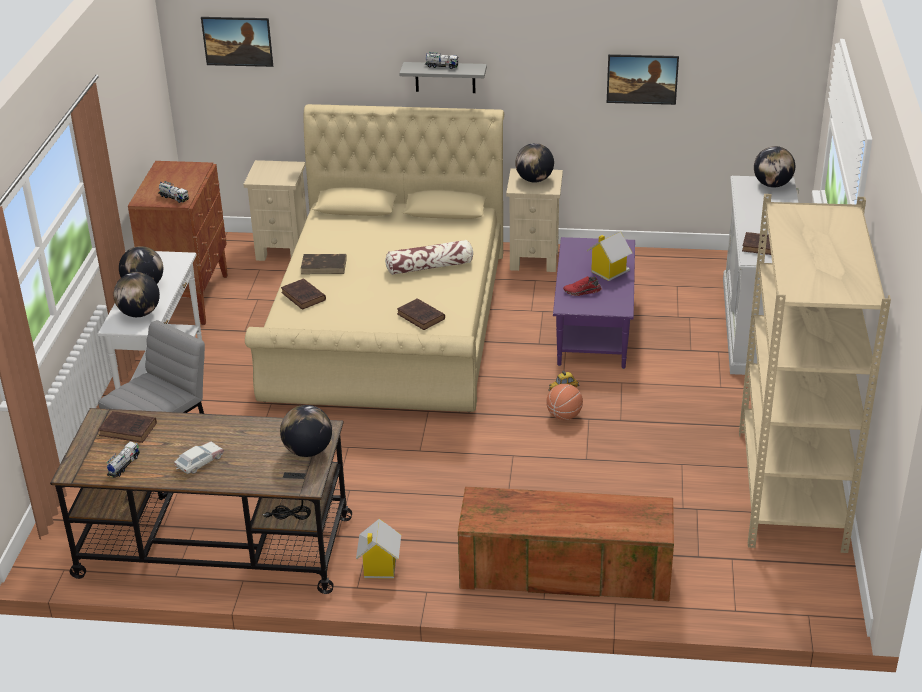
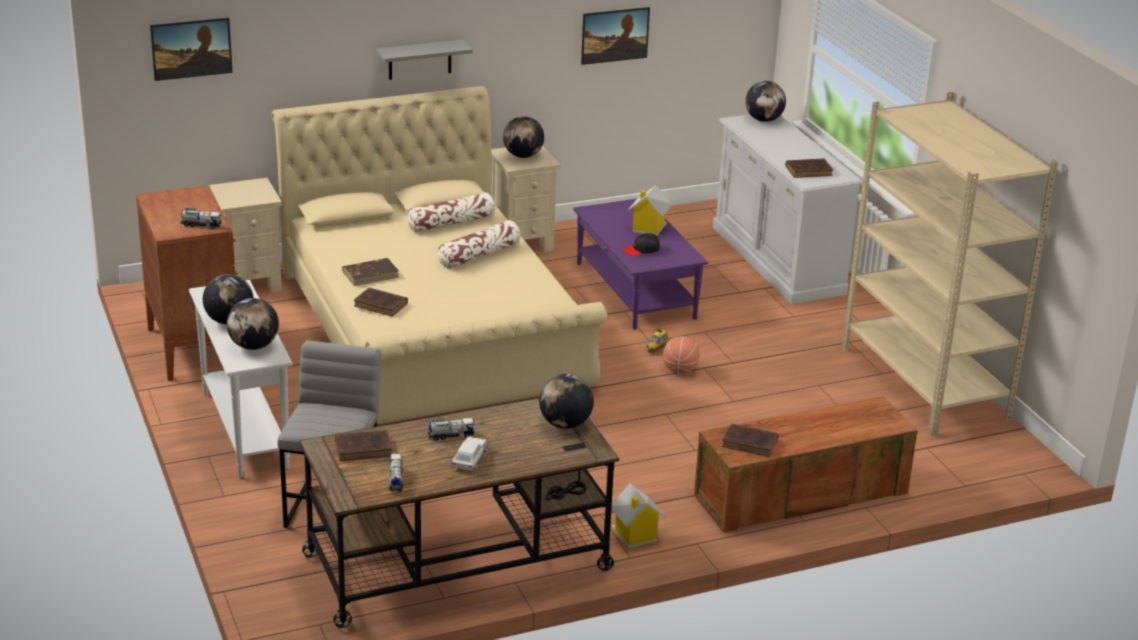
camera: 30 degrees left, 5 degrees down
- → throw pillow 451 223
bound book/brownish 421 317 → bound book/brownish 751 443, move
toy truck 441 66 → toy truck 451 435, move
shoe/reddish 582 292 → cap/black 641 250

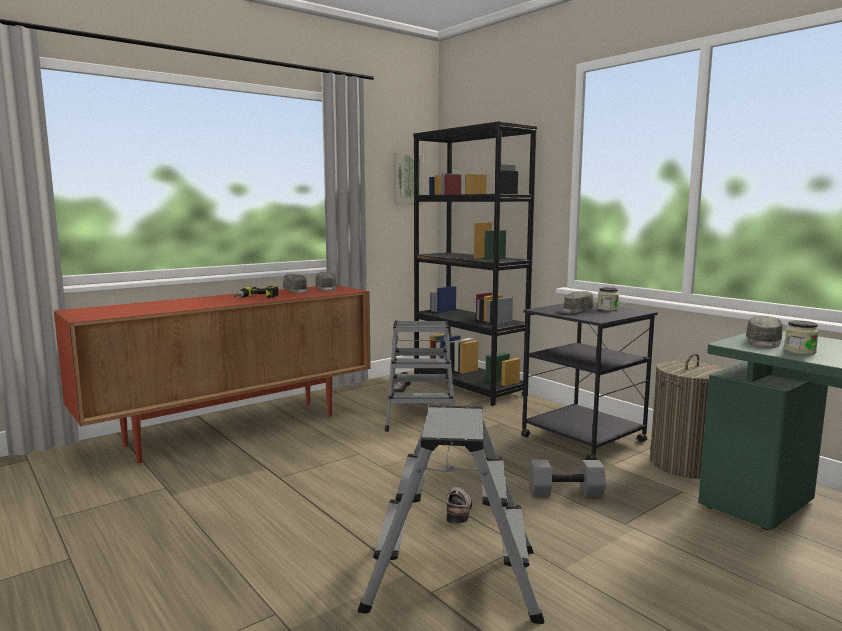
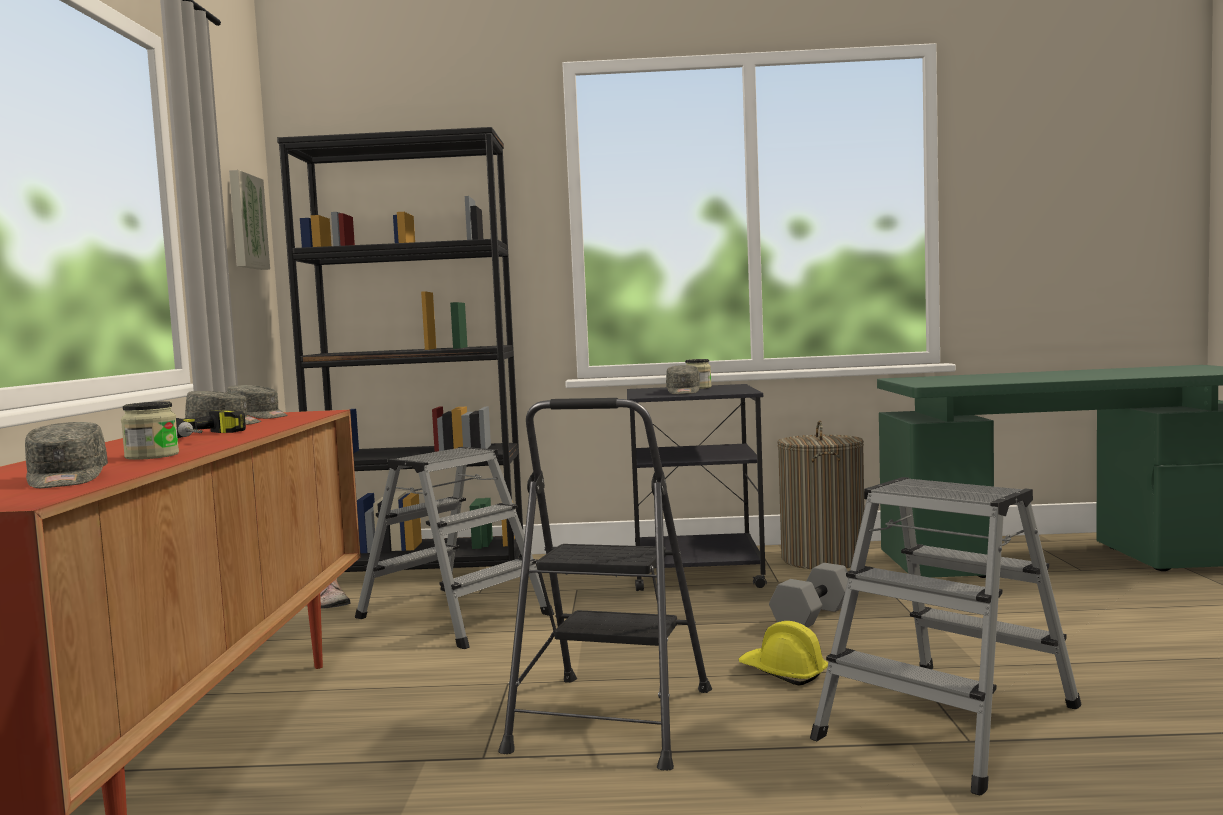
camera: 50 degrees left, 5 degrees down
- → step ladder/black 609 721
cap/gray 763 343 → cap/gray 66 479, move
storage jar 799 351 → storage jar 152 456, move
shoe 459 510 → work helmet/yellow-coloured 783 673

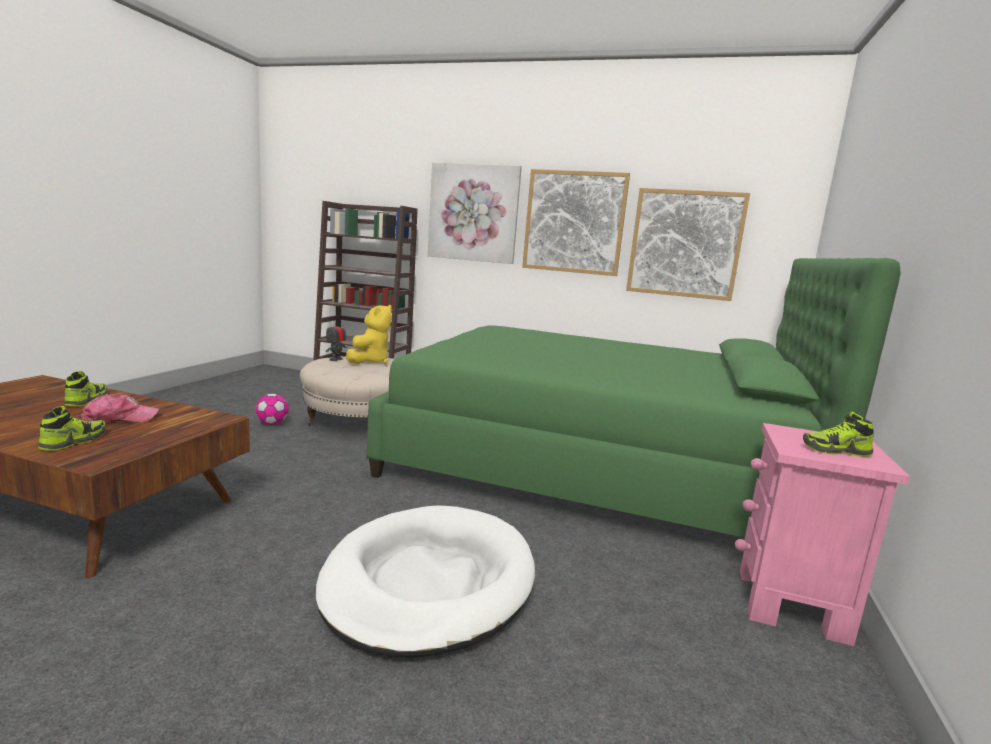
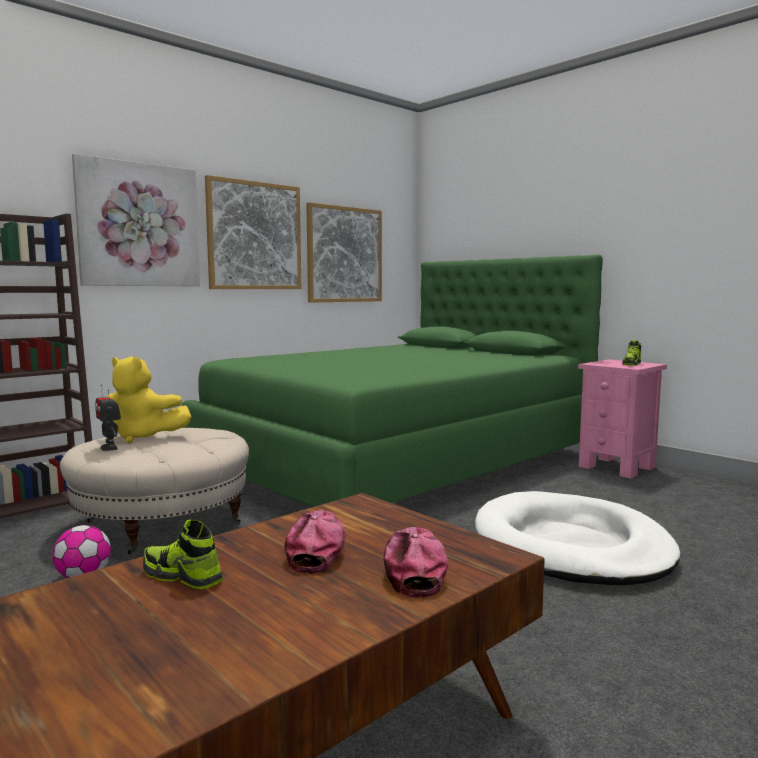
camera: 60 degrees left, 5 degrees down
shoe 74 441 → cap 412 571
cuddly toy/yellow-coloured 369 361 → cuddly toy/yellow-coloured 144 437, 150 degrees clockwise

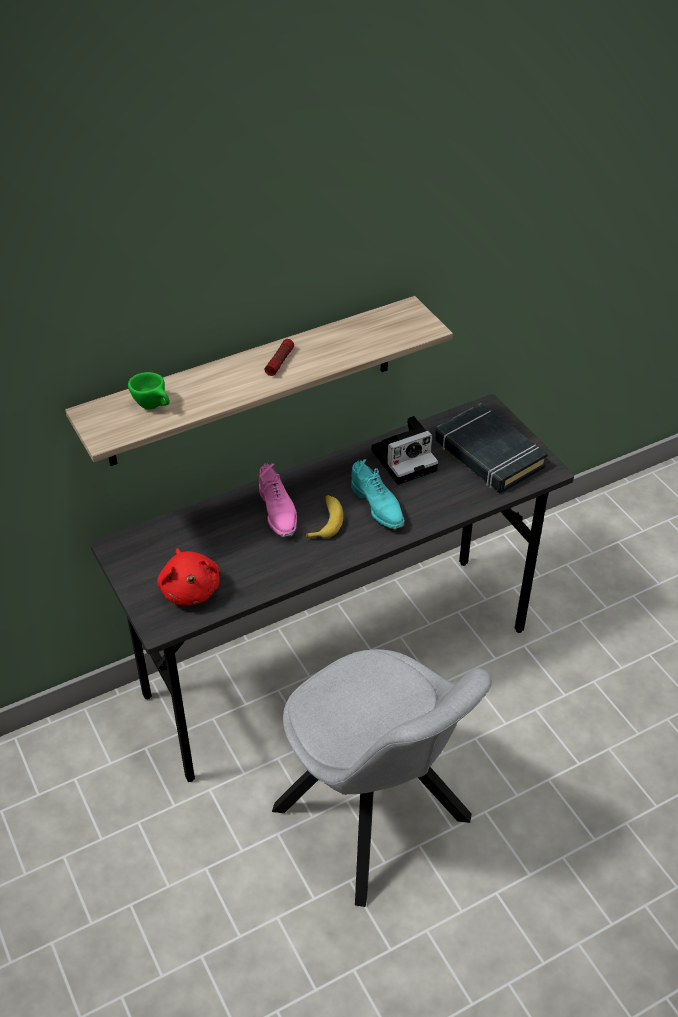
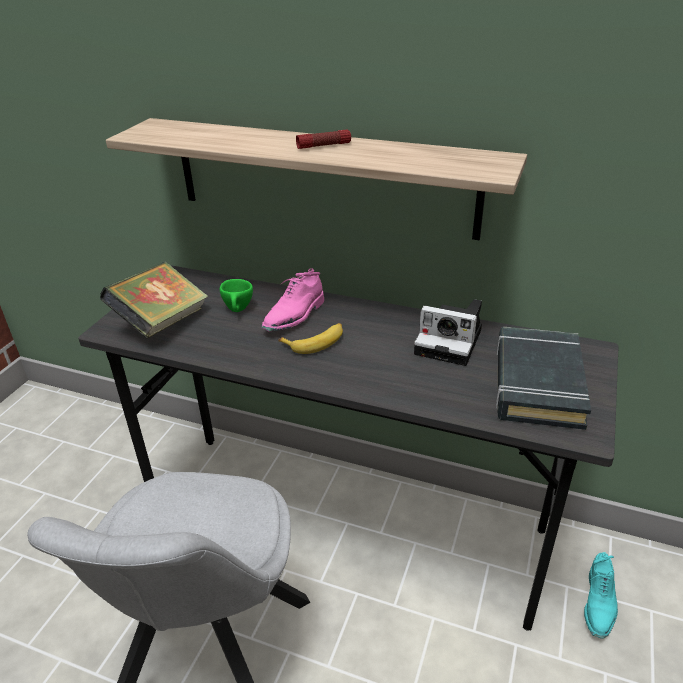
camera: 50 degrees right, 10 degrees down
drinking cup/green-coloured 154 406 → drinking cup/green-coloured 238 311, move
shoe/turquoise 378 506 → shoe/turquoise 599 604, move
cuddly toy/reddish 190 589 → bound book 162 322

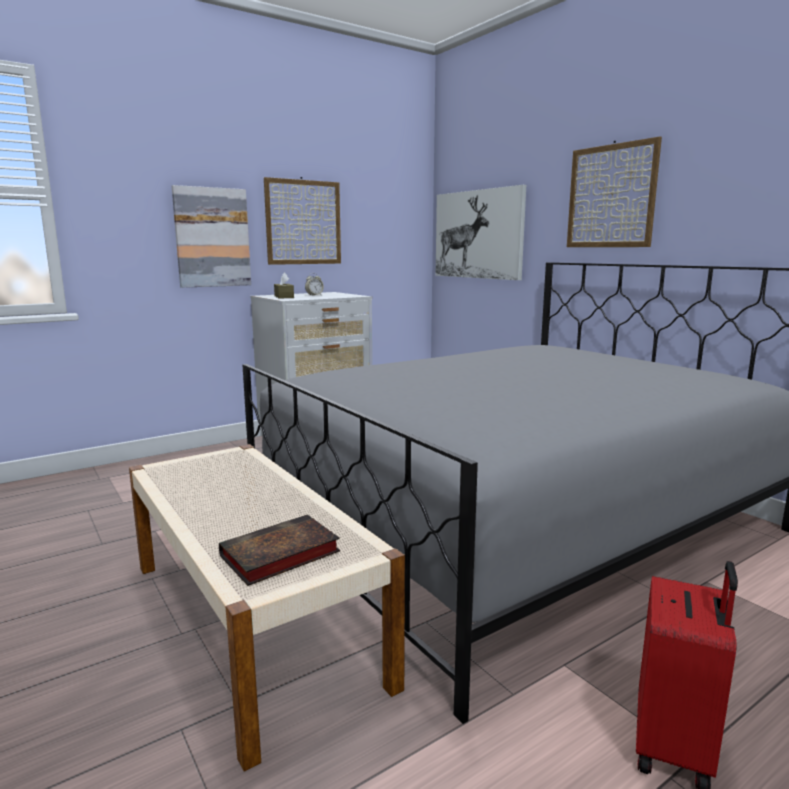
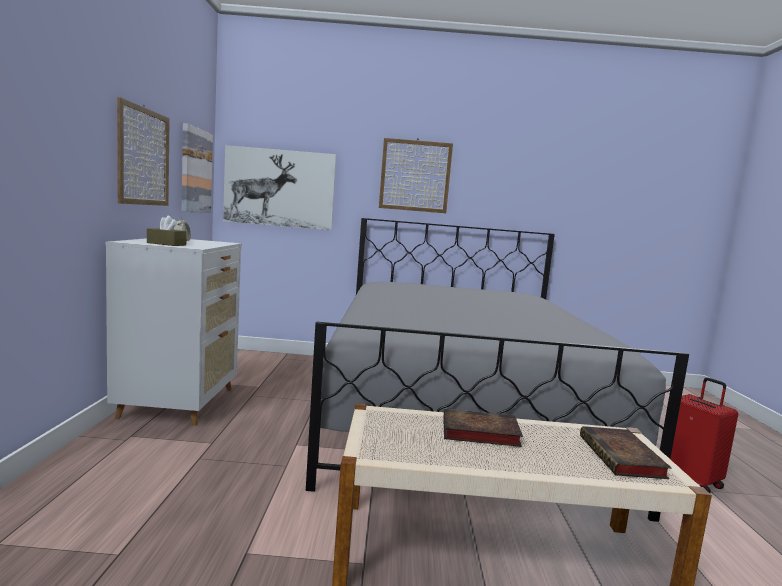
camera: 55 degrees left, 5 degrees down
- → bound book 478 432
wall art 212 237 → wall art 195 170, move

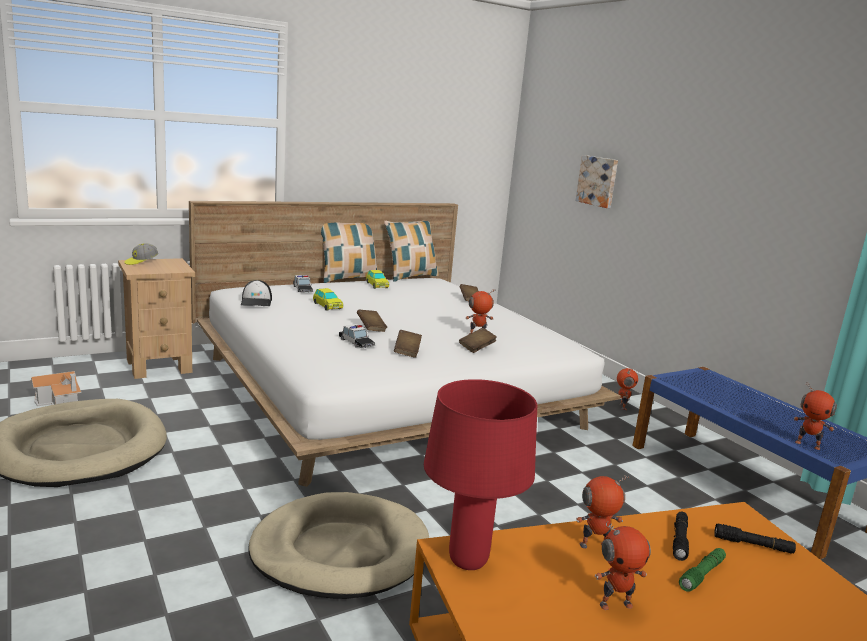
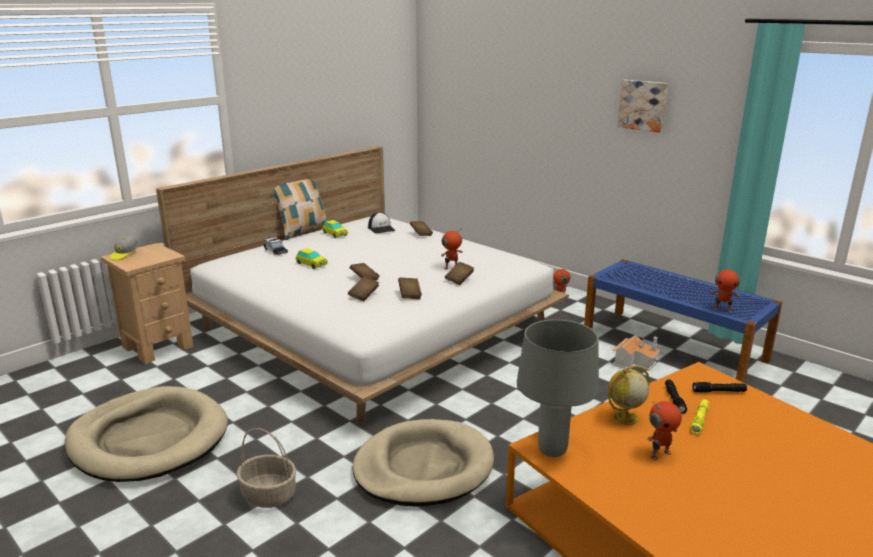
camera: 15 degrees left, 5 degrees up
throw pillow 410 277 → -
- → household basket 268 495
model house 60 401 → model house 634 362, move
cap 256 301 → cap 381 229, move
wall art 598 181 → wall art 643 105, move
toy car 356 343 → bound book/brownish 364 295
robot figure 594 546 → world globe 625 418
tabletop lamp/reddish 467 561 → tabletop lamp/gray 552 451
flashlight/green-coloured 702 574 → flashlight/yellow-coloured 699 420

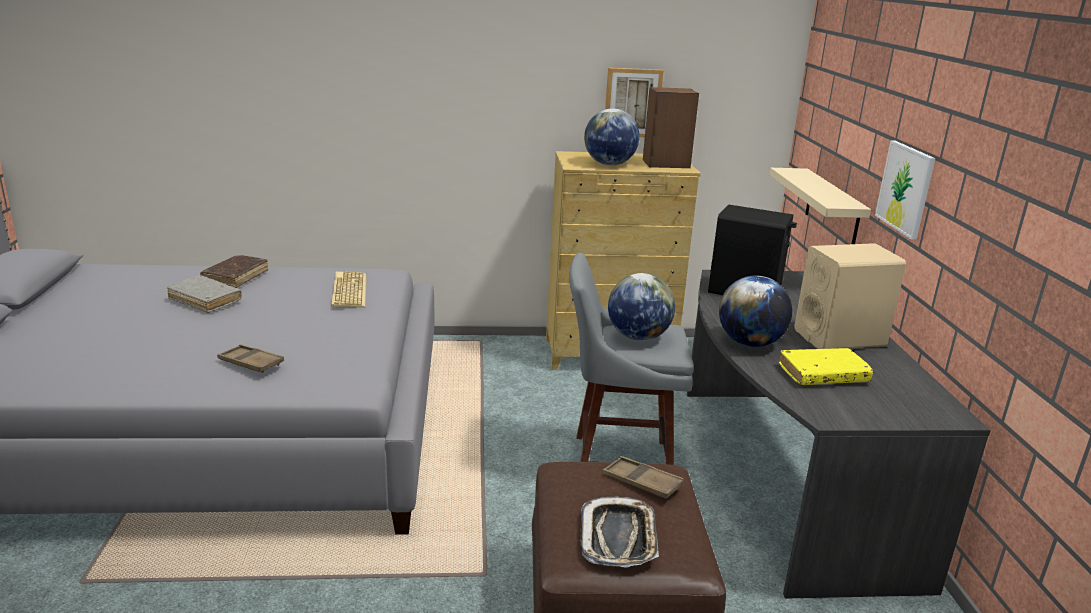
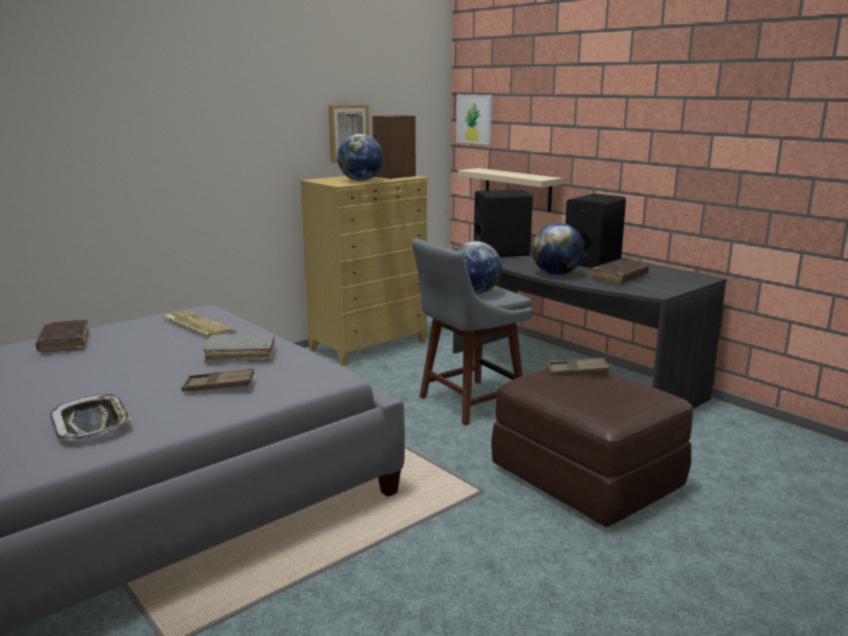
camera: 35 degrees left, 5 degrees down
bound book/gray 205 300 → bound book/gray 240 355, move
tray 619 538 → tray 92 423, move
wall art 905 188 → wall art 474 119, move
bound book/yellow-coloured 823 375 → bound book/brownish 619 278
speaker/beige-coloured 839 338 → speaker/black 592 261

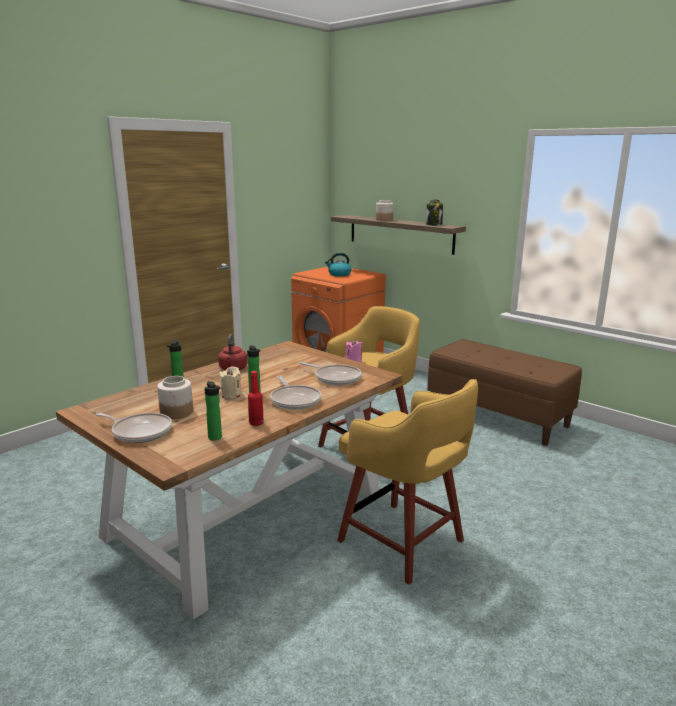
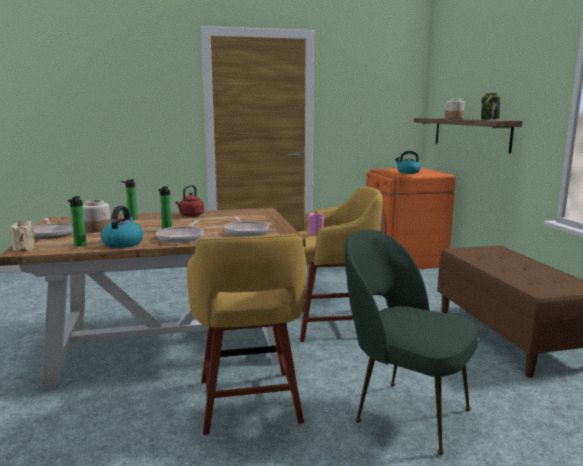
camera: 35 degrees right, 5 degrees down
- → chair/green-coloured 404 412
wax light/beige-coloured 231 395 → wax light/beige-coloured 24 248, move
beverage bottle/reddish 256 423 → tea kettle 123 243

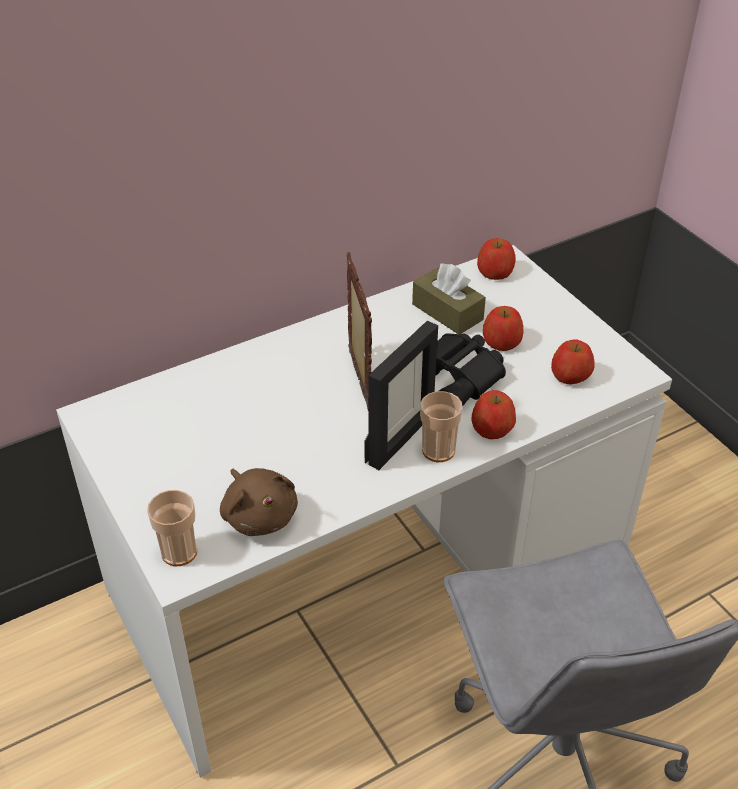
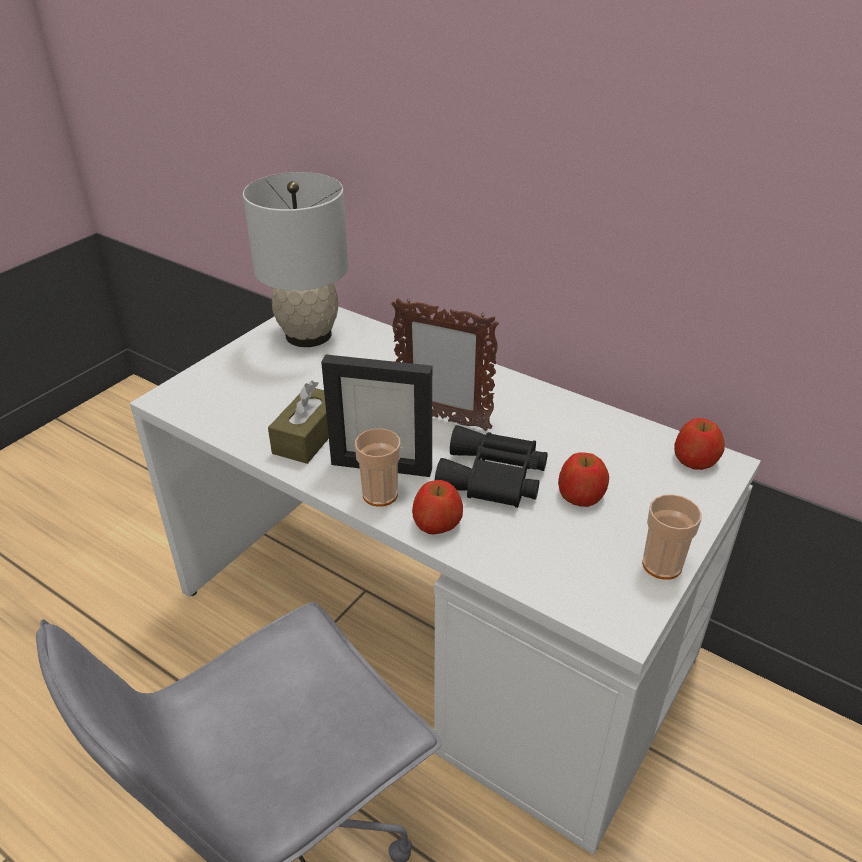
camera: 65 degrees right, 5 degrees down
cuddly toy/brownish 259 515 → -
whole apple 570 376 → -
- → tabletop lamp/whitish 309 335
drinking cup 179 552 → drinking cup 661 565, move
tissue holder/brownish 447 312 → tissue holder/brownish 308 437, move
picture frame 358 381 → picture frame 443 419, 60 degrees clockwise

